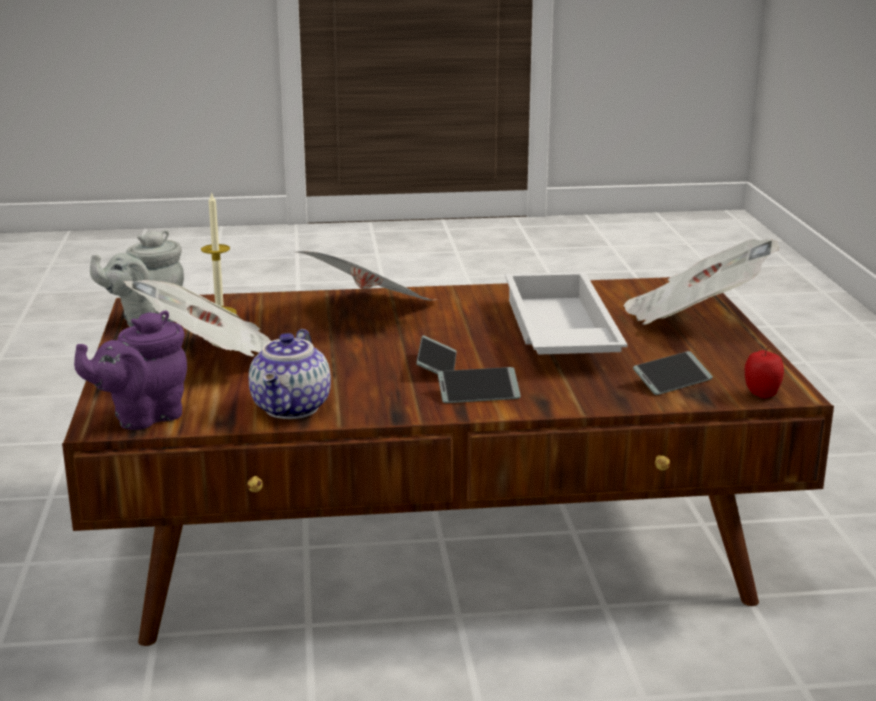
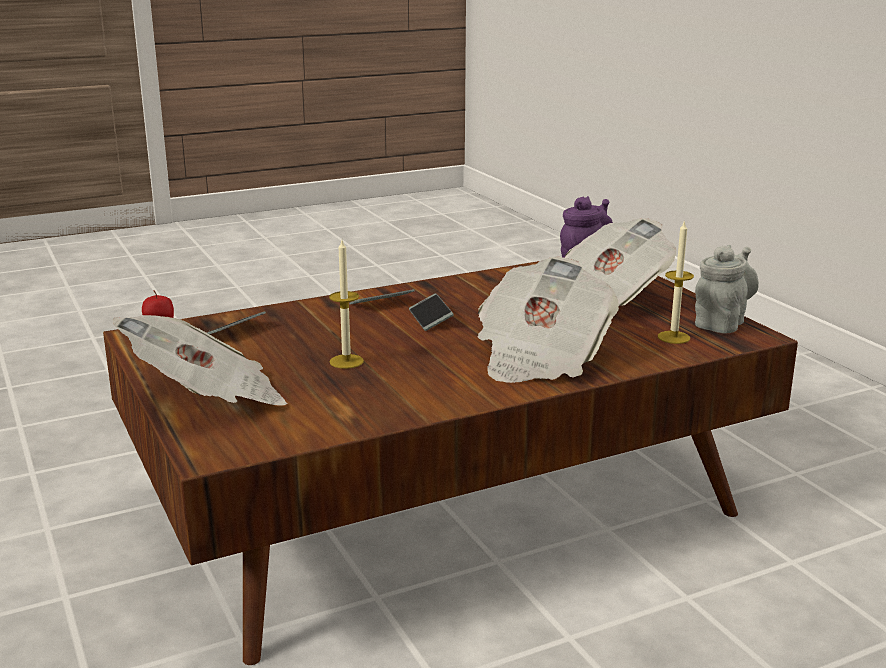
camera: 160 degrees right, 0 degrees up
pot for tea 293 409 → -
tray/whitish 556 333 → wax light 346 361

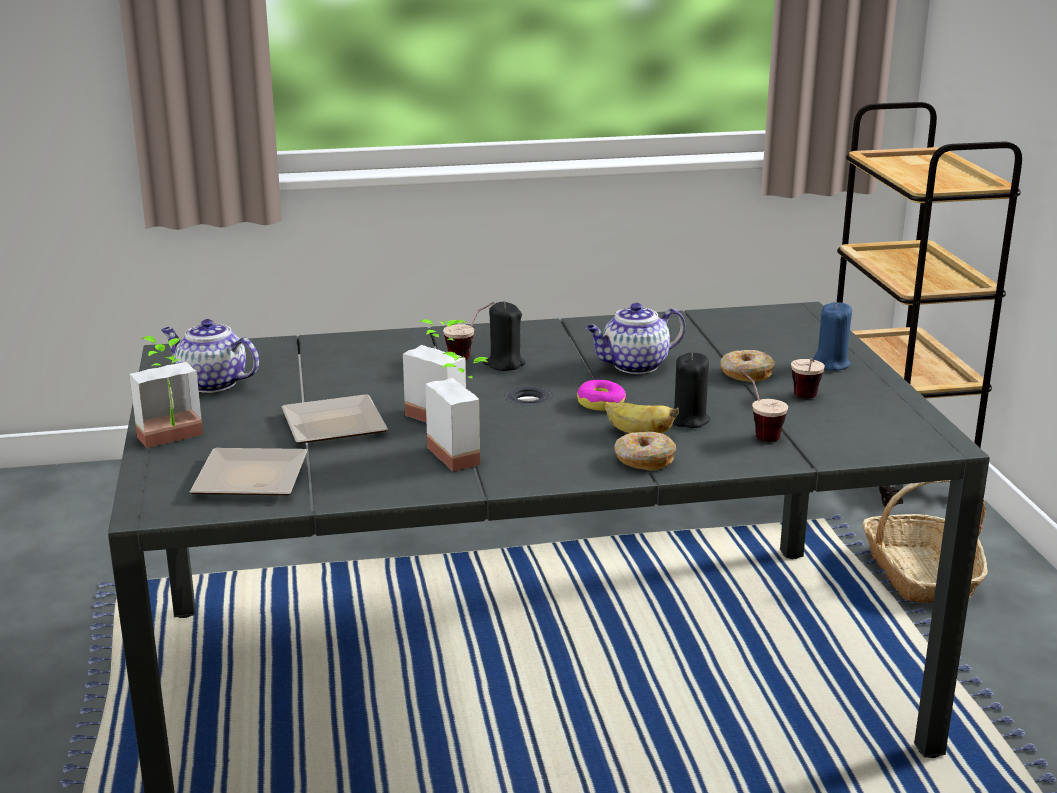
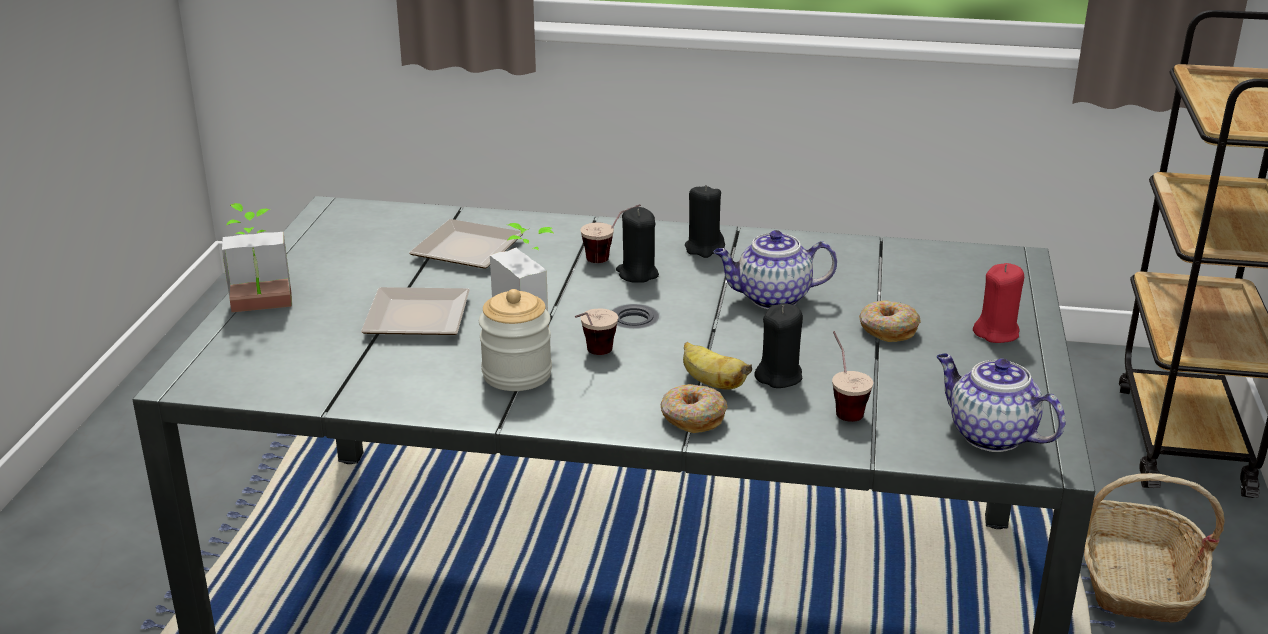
camera: 20 degrees right, 5 degrees up
doughnut 601 403 → -
- → wax light/black 704 248
pot for tea 211 383 → pot for tea 989 435, move
plate 248 477 → plate 466 248, move
drinking cup 806 400 → drinking cup 592 356, move
houseplant 465 453 → storage jar 517 374
wax light/bluish 830 364 → wax light/reddish 996 333

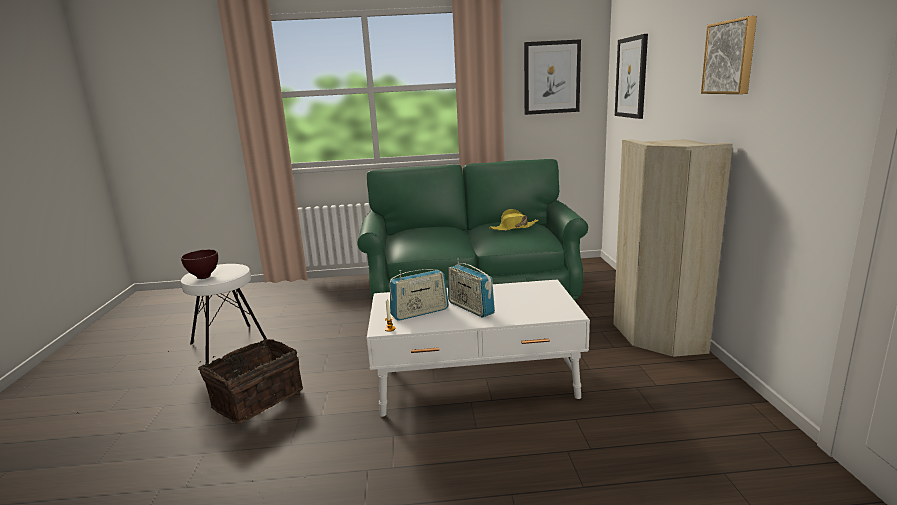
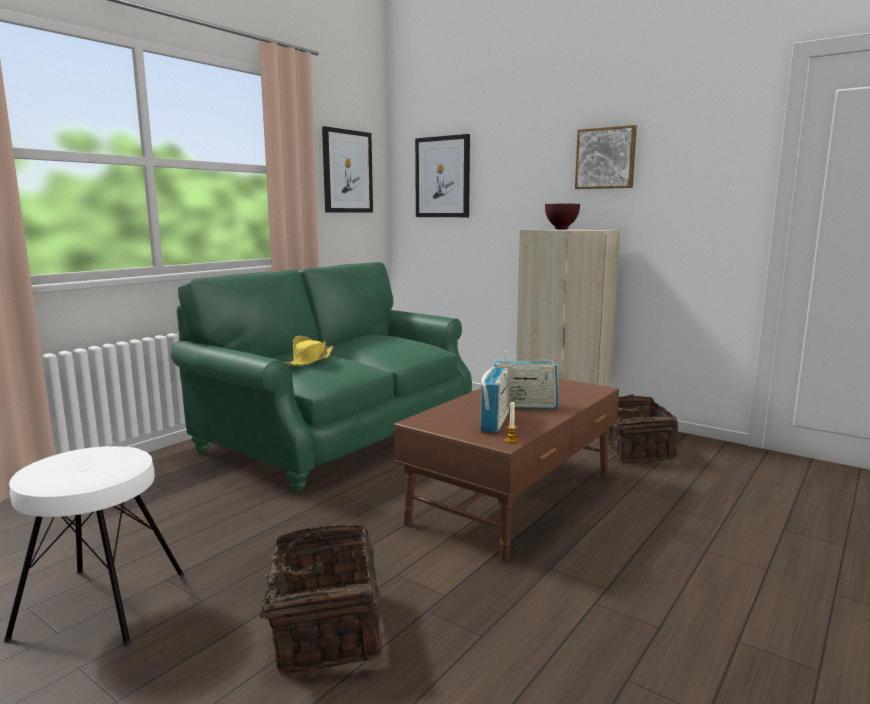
camera: 50 degrees left, 5 degrees down
- → household basket 633 450
deep dish/brownish 204 277 → deep dish/brownish 560 229, move
wearable hat/yellow-coloured 513 228 → wearable hat/yellow-coloured 309 360, move
lounge table/whitish 476 381 → lounge table/brownish 514 497

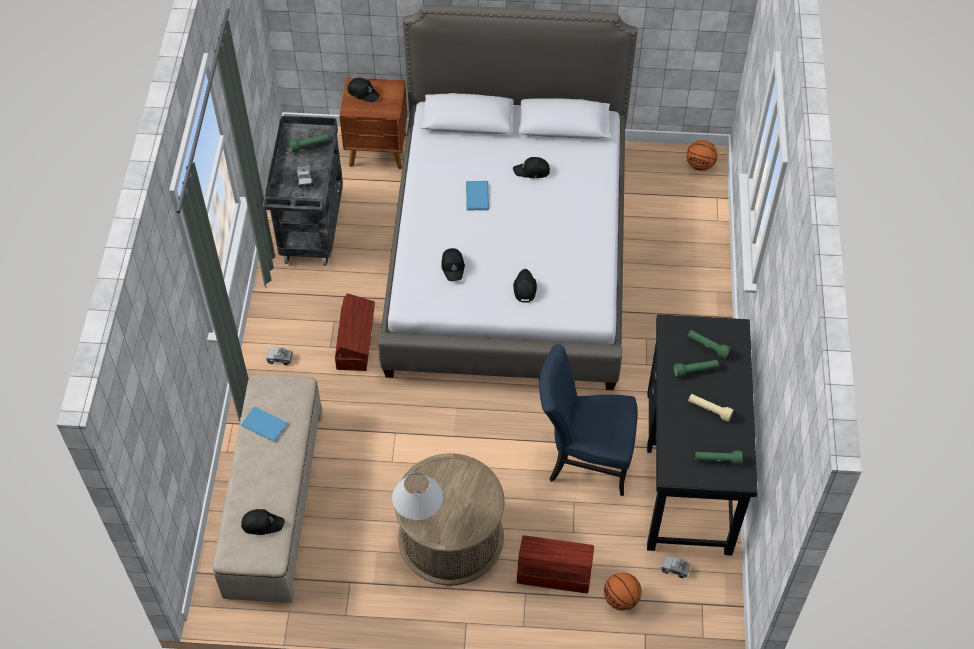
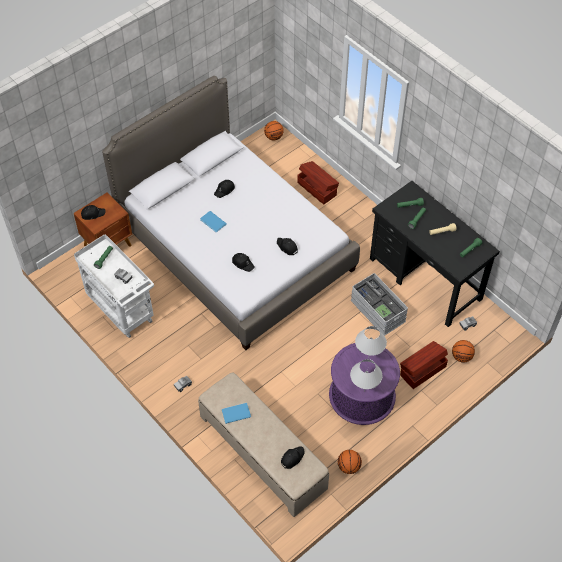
camera: 45 degrees left, 0 degrees up
- → ball for basketball 348 466
- → tabletop lamp/whitish 368 358
storage bin/brownish 356 343 → storage bin/brownish 317 188, move
chair/bluish 584 458 → storage bin/gray 377 310
trolley/black 312 232 → trolley/whitish 123 312
lounge table/brownish 451 537 → lounge table/purple-coloured 362 395

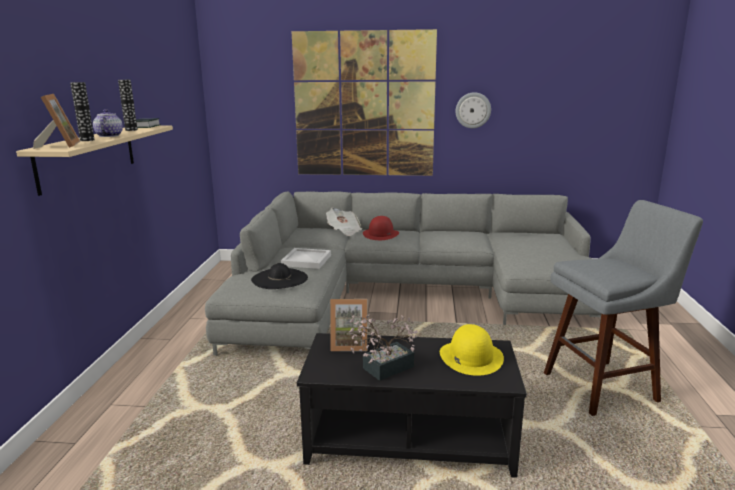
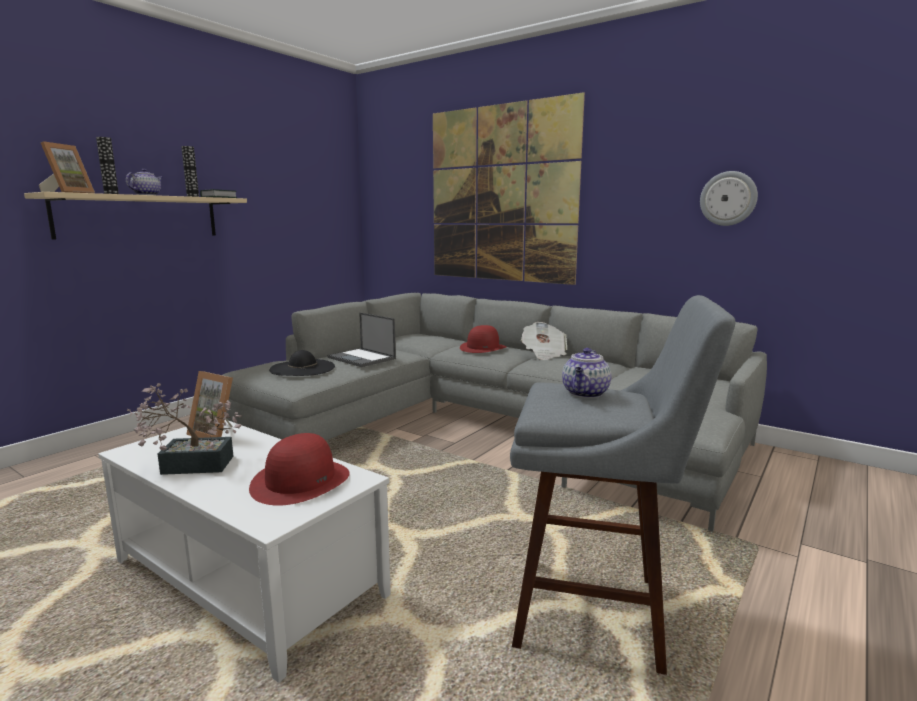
camera: 30 degrees right, 5 degrees down
- → pot for tea 585 393
printed paper 344 230 → printed paper 544 354, move
clock on the wall 473 110 → clock on the wall 728 198, move
tray/whitish 307 260 → notebook computer 362 358
lounge table/black 409 438 → lounge table/whitish 250 577
wearable hat/yellow-coloured 470 357 → wearable hat/reddish 301 481

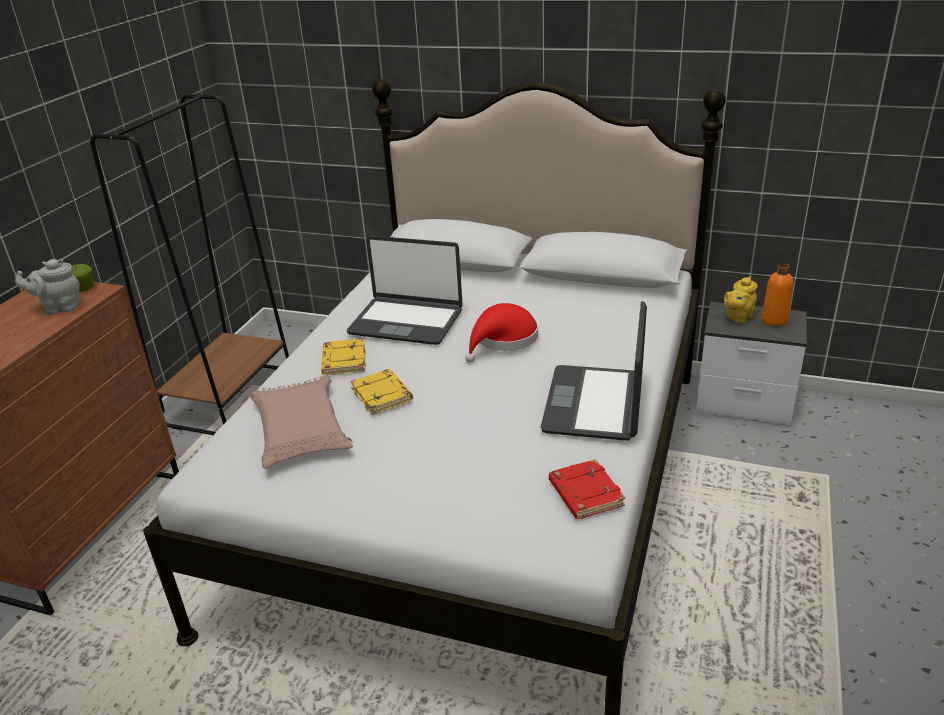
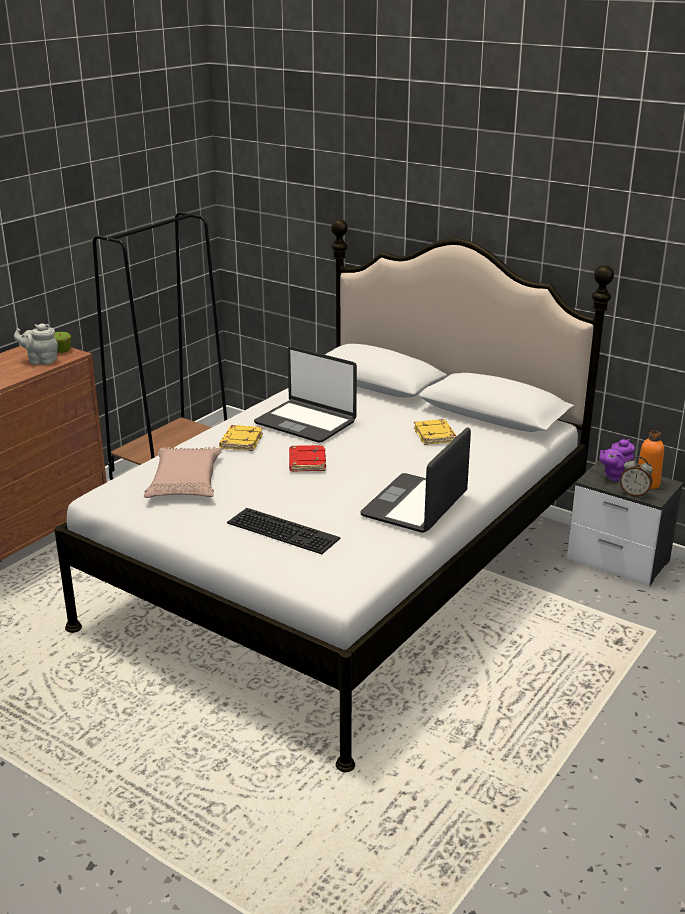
camera: 15 degrees right, 5 degrees down
wearable hat/reddish 503 340 → -
- → PC keyboard 285 530
- → table clock 634 494
bound book/yellow-coloured 383 395 → bound book/yellow-coloured 435 436, move
bound book/reddish 584 494 → bound book/reddish 306 462, move
pot for tea/yellow-coloured 737 317 → pot for tea/purple-coloured 614 476

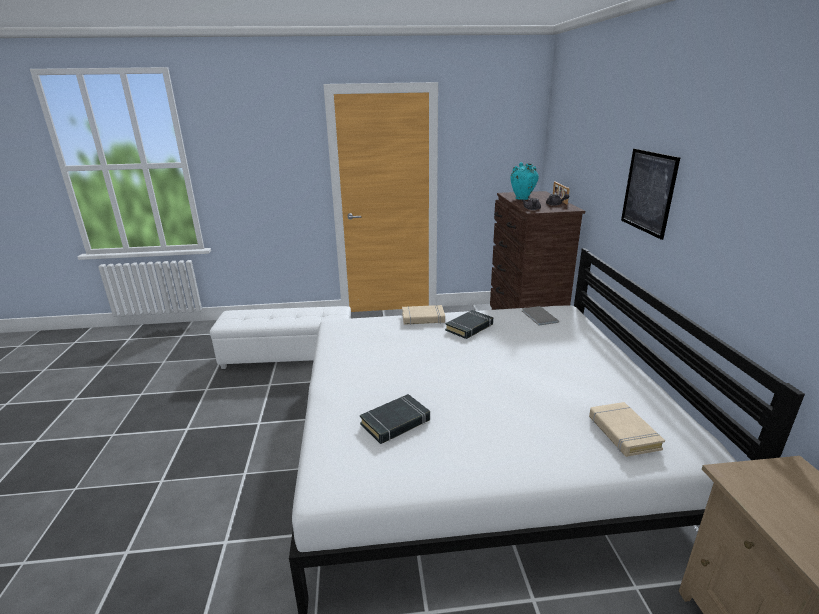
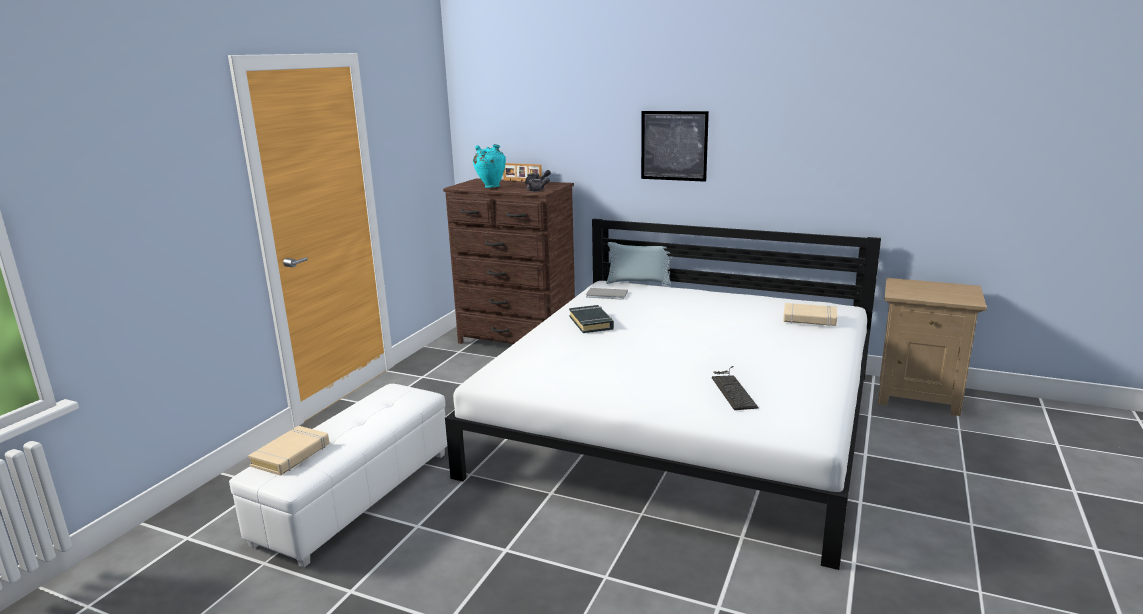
camera: 60 degrees left, 5 degrees down
- → throw pillow/bluish 639 283
bound book/beige-coloured 423 318 → bound book/beige-coloured 291 455, move
bound book/black 395 422 → PC keyboard 732 388

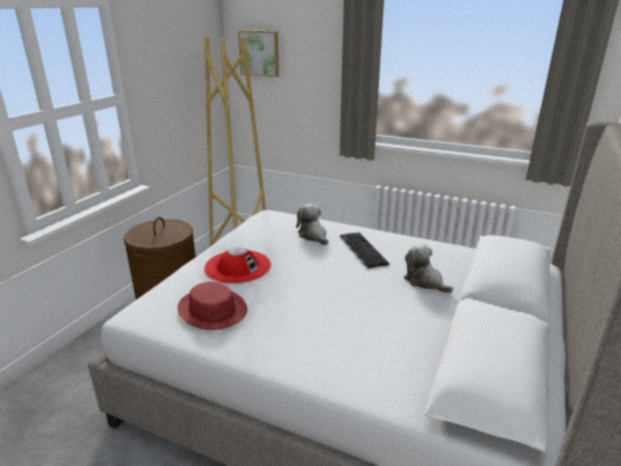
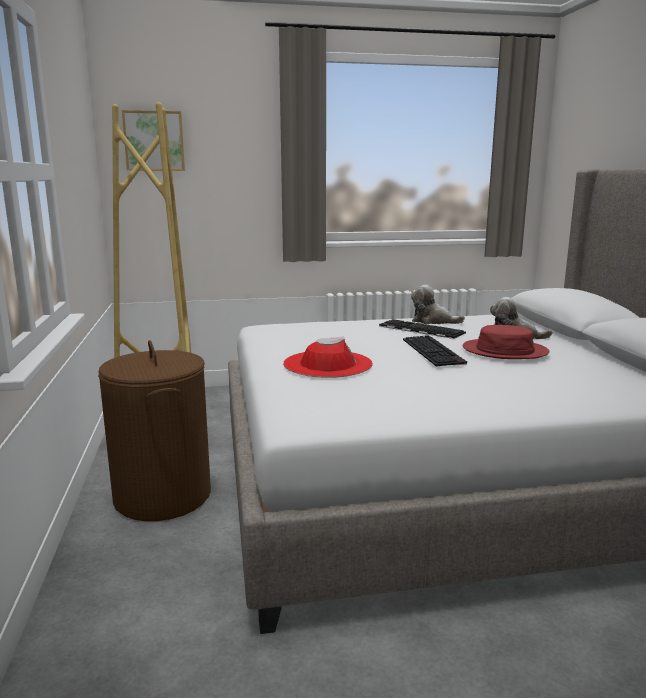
camera: 35 degrees left, 10 degrees down
- → PC keyboard 434 351
wearable hat/reddish 212 309 → wearable hat/reddish 504 351, move
cuddly toy 313 236 → cuddly toy 432 321, move

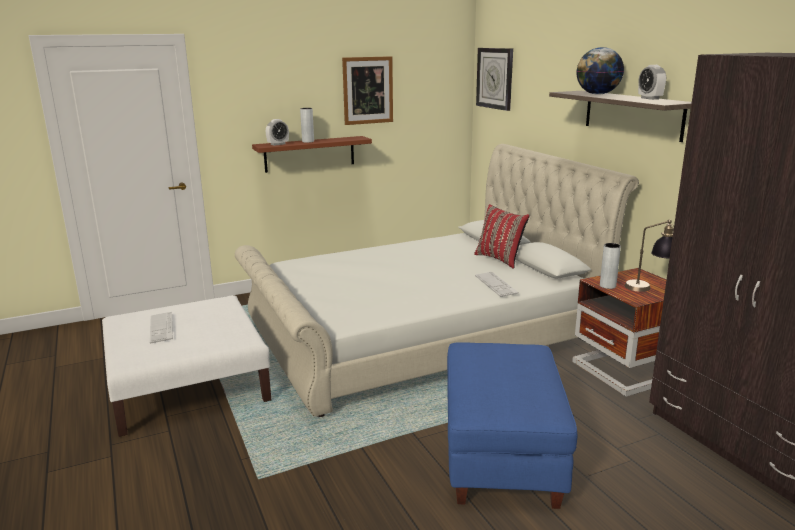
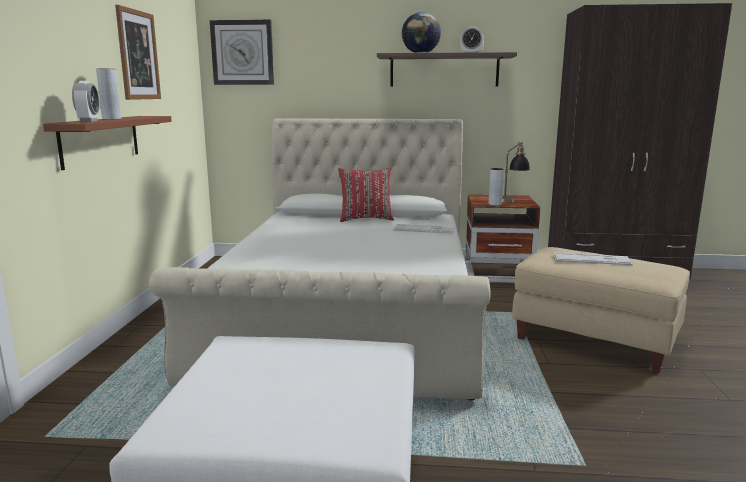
camera: 60 degrees left, 5 degrees down
PC keyboard 161 328 → PC keyboard 592 260, move
footrest/bluish 502 456 → footrest/beige-coloured 594 339

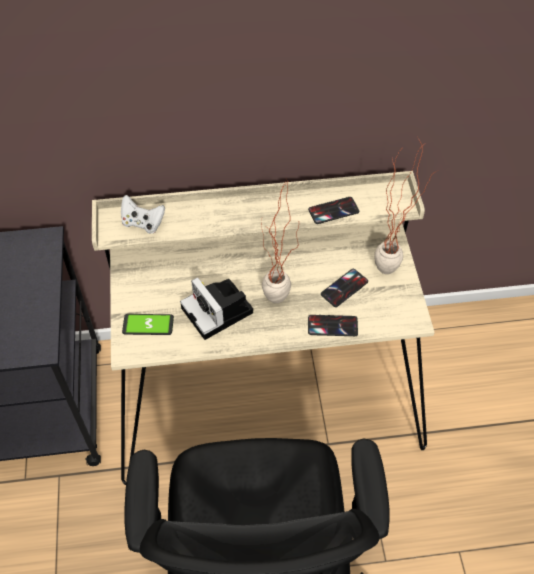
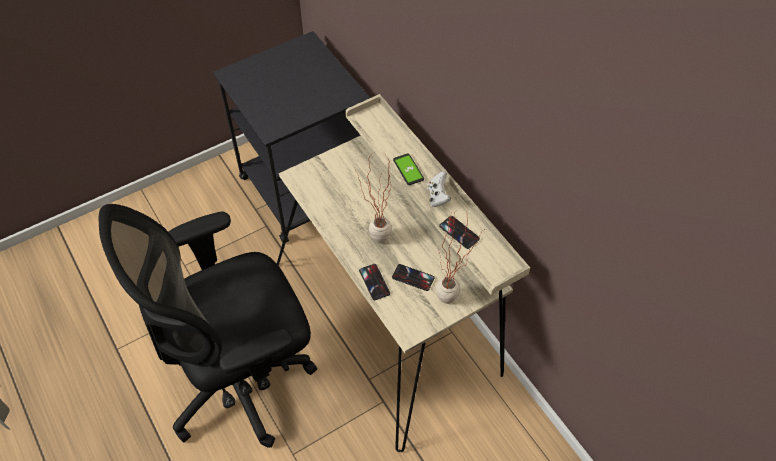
camera: 65 degrees right, 0 degrees up
photo camera 219 312 → -
gamepad/whitish 143 223 → gamepad/whitish 438 197, move
handset 148 325 → handset 408 170, move

